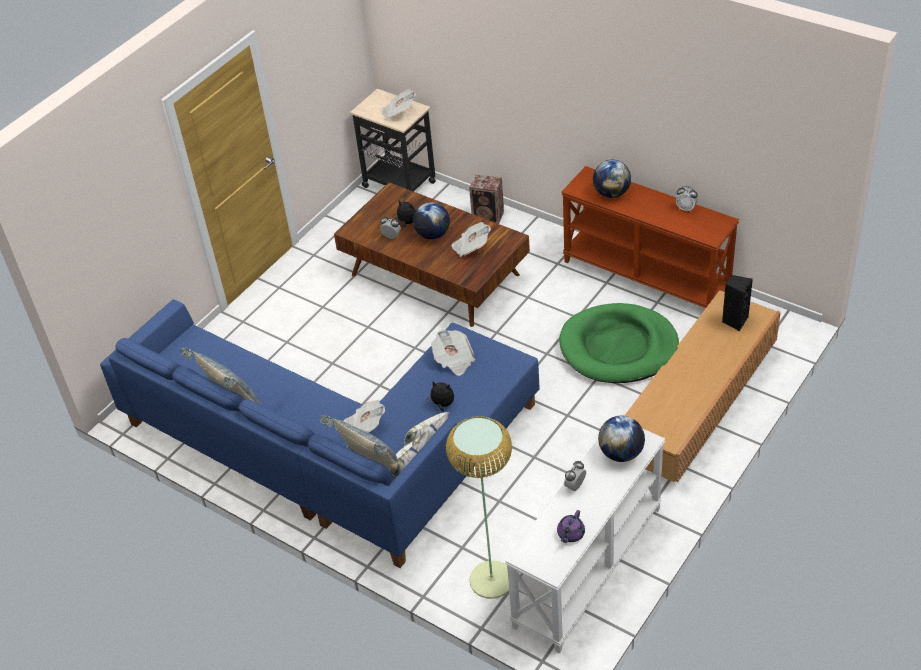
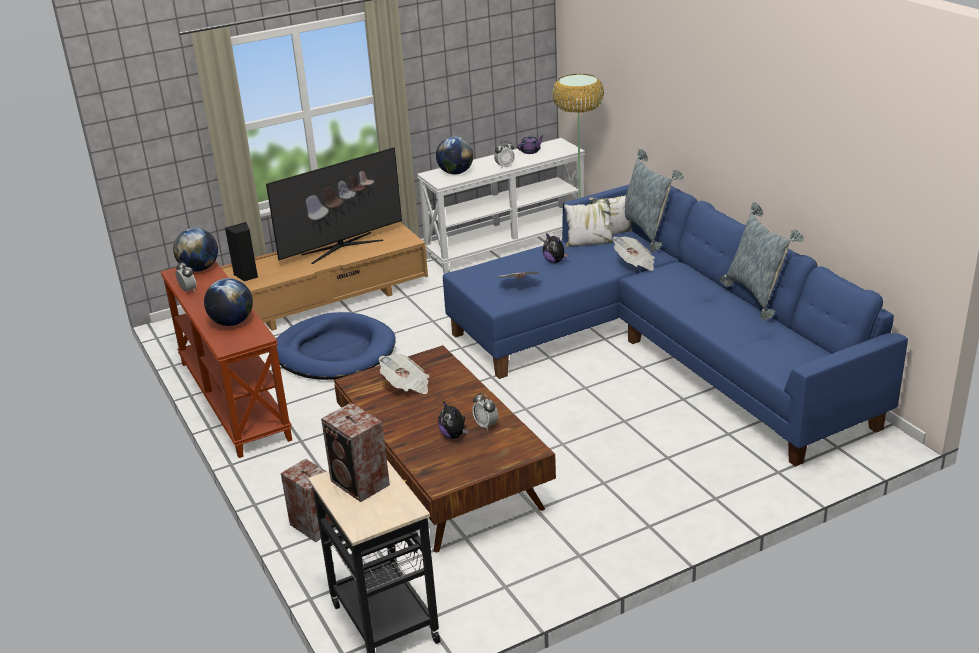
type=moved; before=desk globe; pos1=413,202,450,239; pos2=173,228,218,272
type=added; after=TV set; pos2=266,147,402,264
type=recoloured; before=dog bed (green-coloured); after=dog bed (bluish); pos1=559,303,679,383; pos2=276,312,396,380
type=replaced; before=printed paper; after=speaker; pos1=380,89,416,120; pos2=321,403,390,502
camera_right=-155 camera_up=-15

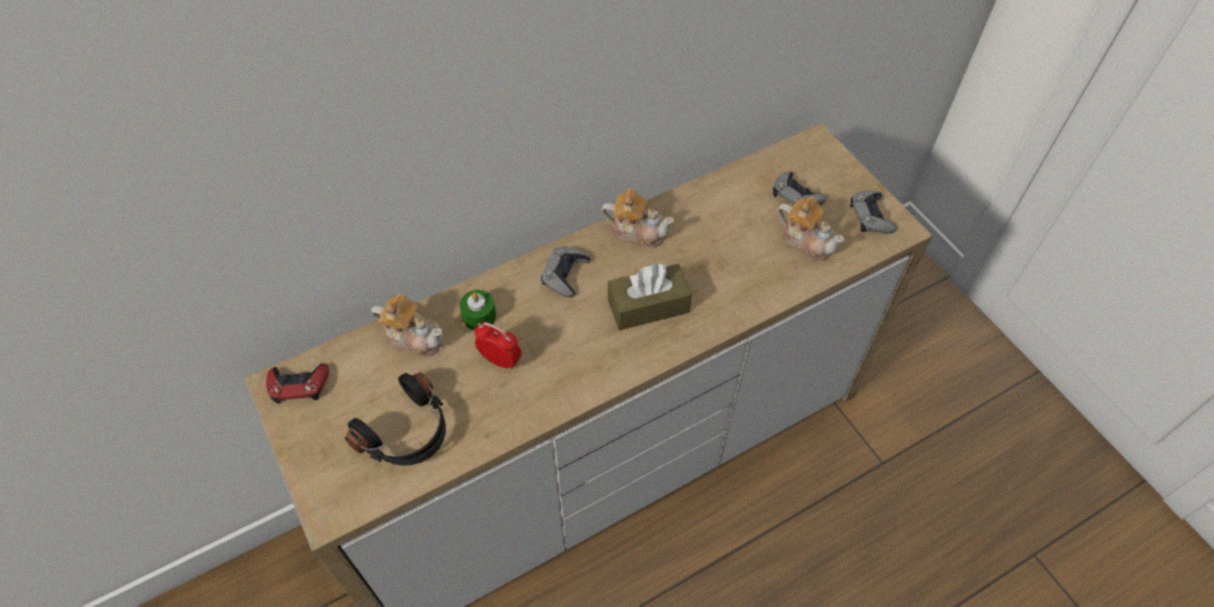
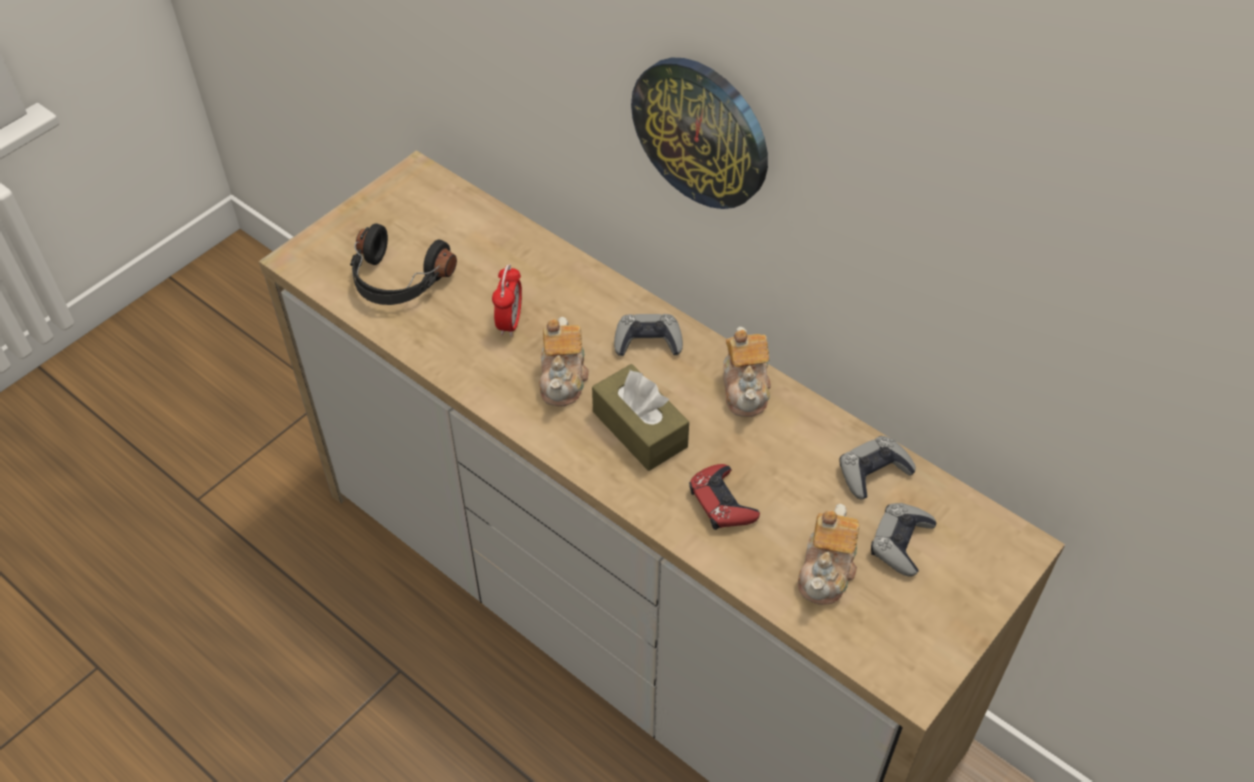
type=moved; before=pot for tea; pos1=371,294,443,357; pos2=539,317,589,406
type=added; after=hanging clock; pos2=631,58,768,209
type=moved; before=game controller (red-coloured); pos1=266,363,329,403; pos2=689,464,760,530
type=moved; before=game controller (greyish); pos1=850,190,897,234; pos2=839,436,916,499
type=removed; before=wax candle (green-coloured); pos1=460,290,496,330
camera_right=70 camera_up=-5

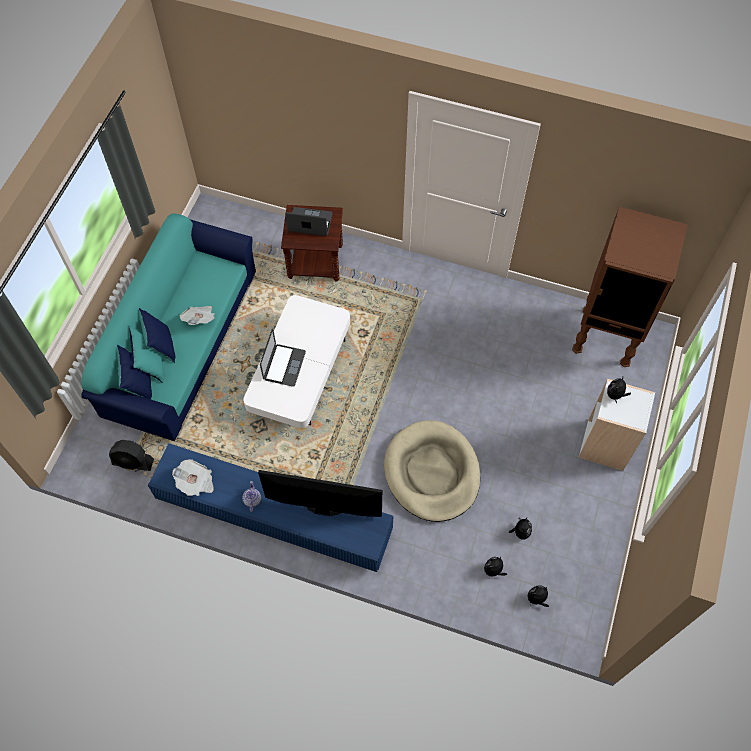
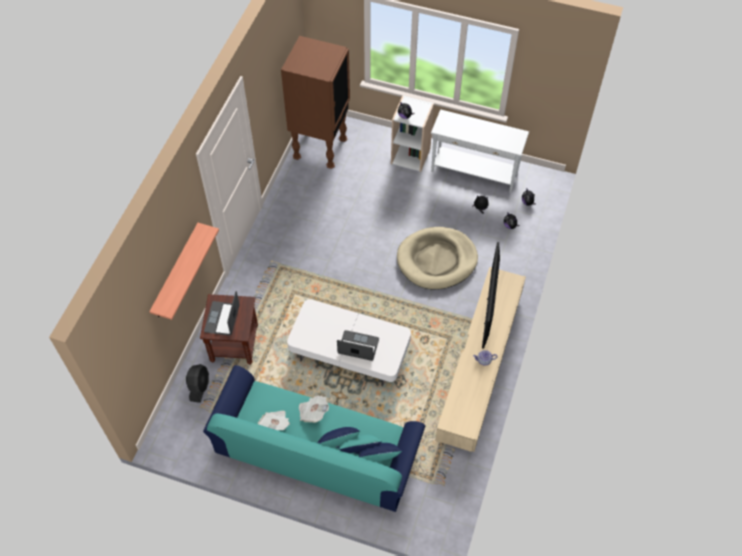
type=added; after=wall shelf; pos2=149,223,219,320
type=moved; before=electric fan (black); pos1=109,440,154,471; pos2=186,364,209,403
type=moved; before=printed paper; pos1=172,459,214,496; pos2=258,411,290,430
type=added; after=narrow table (white); pos2=431,109,529,193
type=recoloured; before=media console (bluish); after=media console (beige-coloured); pos1=148,443,393,572; pos2=435,267,526,452
camera_right=-90 camera_up=-5

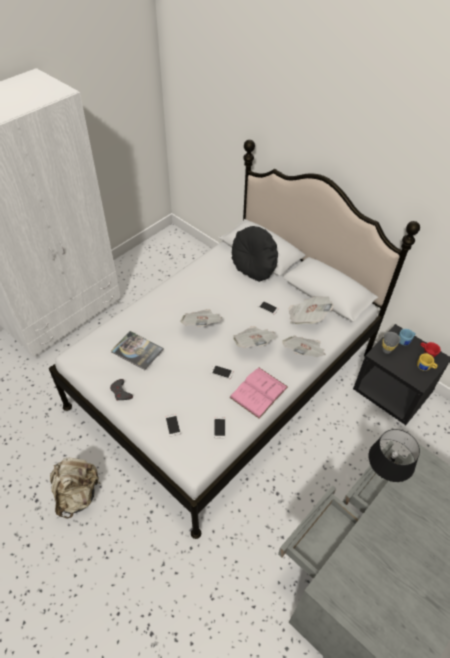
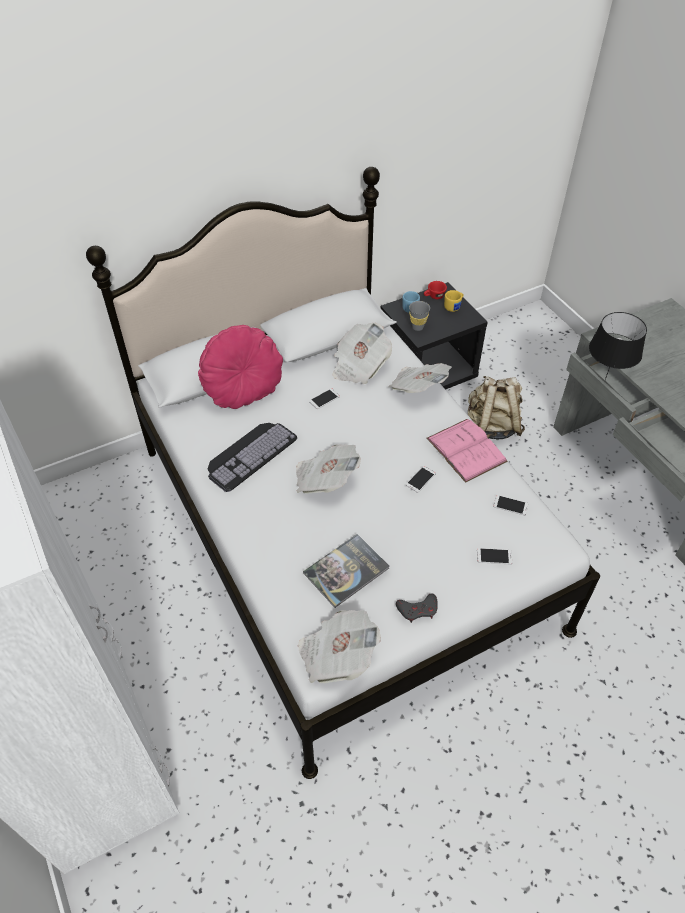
type=recoloured; before=pillow (black); after=pillow (pink); pos1=232,226,278,282; pos2=198,325,283,409
type=added; after=computer keyboard; pos2=207,423,297,492
type=moved; before=printed paper; pos1=233,326,276,348; pos2=298,610,381,683
type=moved; before=rucksack (beige-coloured); pos1=50,458,100,519; pos2=468,376,525,439
camera_right=-70 camera_up=0

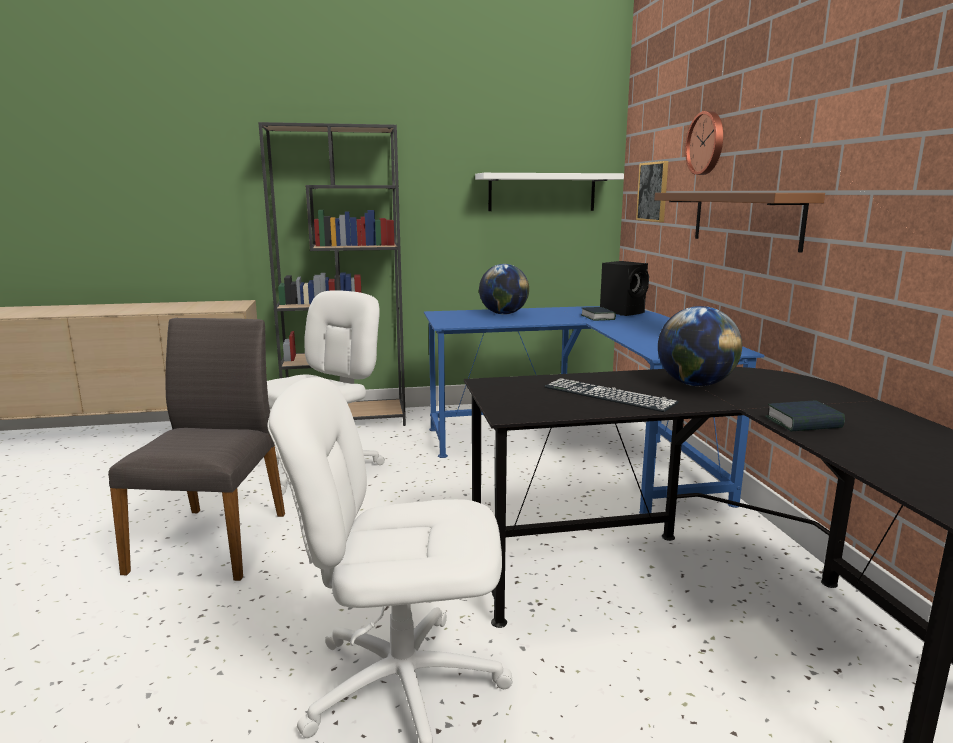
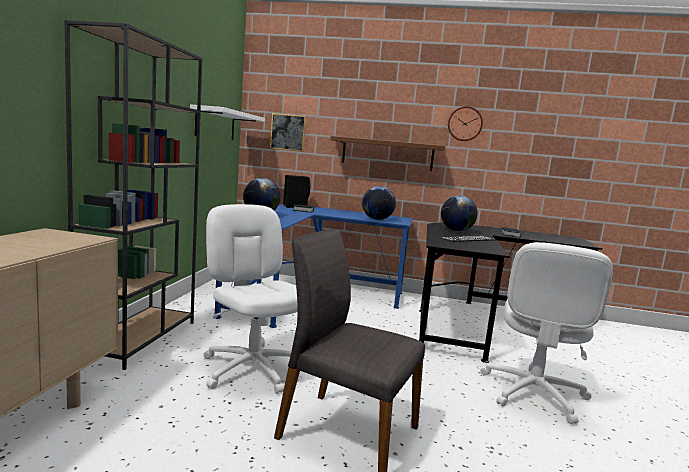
type=added; after=desk globe; pos2=362,186,396,220
type=moved; before=hanging clock; pos1=685,111,723,175; pos2=448,106,483,141
camera_right=-70 camera_up=-5

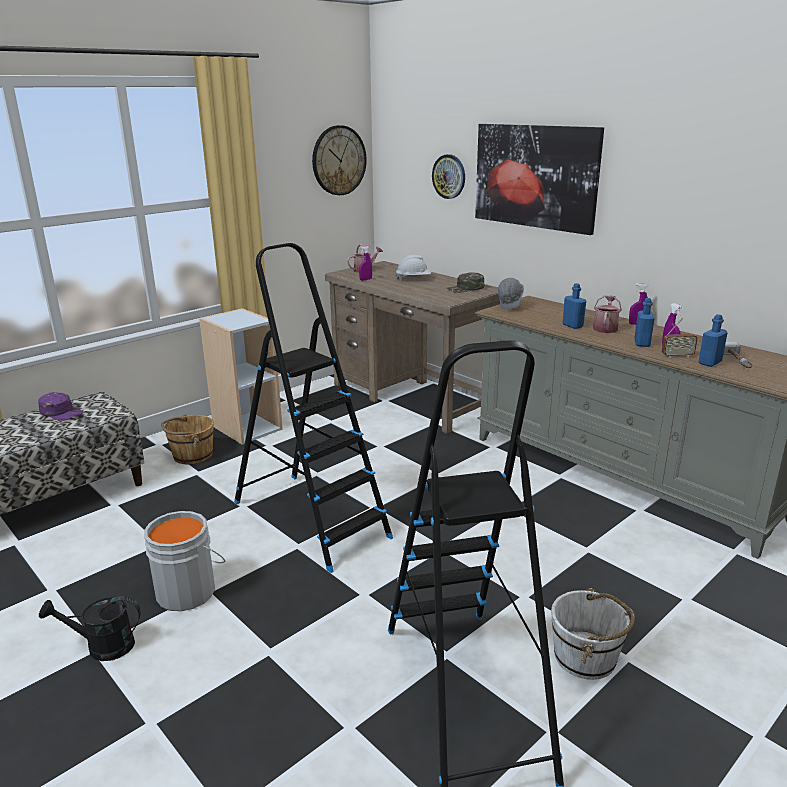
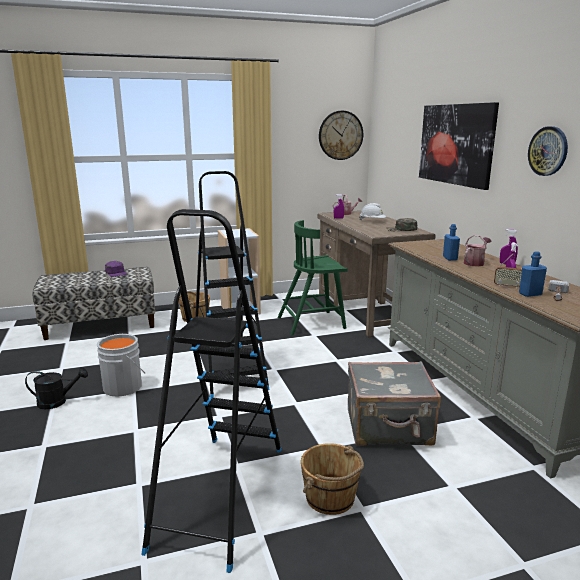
type=turned; before=sprinkling can (black); pos1=39,596,141,661; pos2=25,367,88,409; turn=150
type=added; after=plain chair (green-coloured); pos2=278,220,348,335
type=recoloured; before=water bucket (white); after=water bucket (brown-coloured); pos1=551,588,635,680; pos2=301,443,364,515
type=added; after=piece of luggage (greyish); pos2=348,361,441,446
type=moved; before=hanging clock; pos1=432,154,465,199; pos2=528,126,568,176
type=removed; before=work helmet (greyish); pos1=498,278,524,309
type=removed; before=bottle (bluish); pos1=634,298,654,347
camera_right=25 camera_up=-5

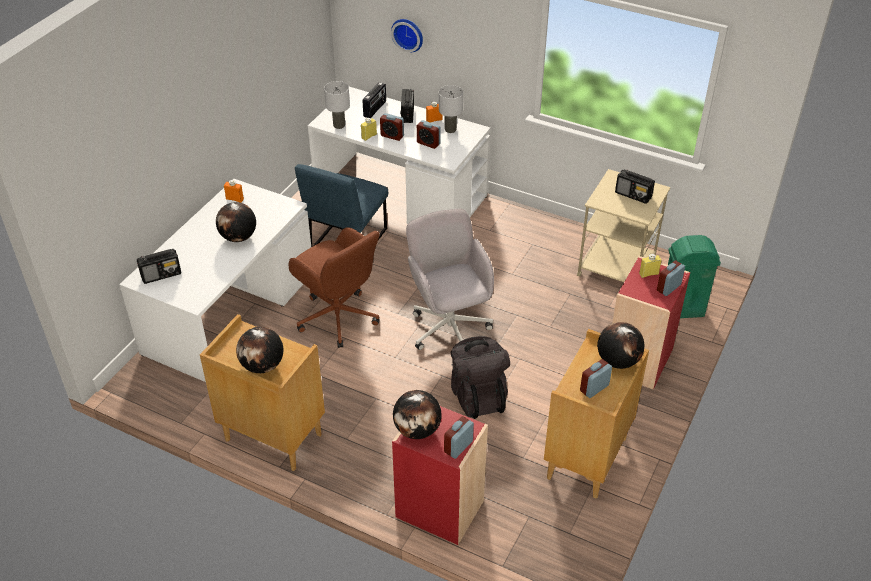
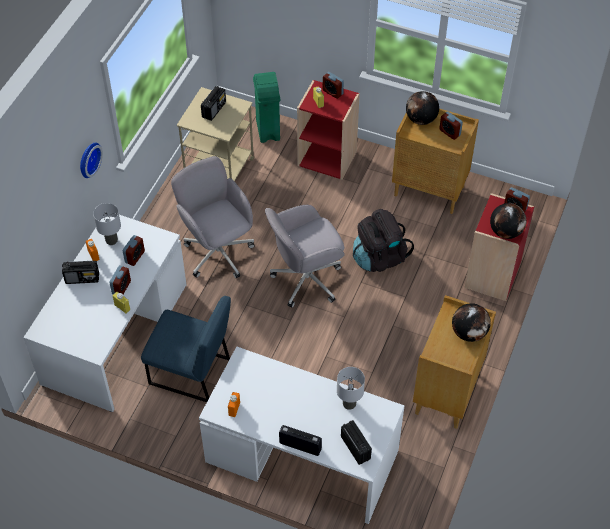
type=moved; before=hanging clock; pos1=391,19,423,52; pos2=80,143,103,178
type=added; after=computer chair (greyish); pos2=171,156,255,278
type=moved; before=radio receiver; pos1=363,82,386,118; pos2=279,425,322,456
type=moved; before=tabletop lamp (white); pos1=324,81,350,129; pos2=337,367,365,410
type=removed; before=desk globe; pos1=216,202,256,242
type=removed; before=computer chair (brown-coloured); pos1=289,227,380,348
camera_right=-95 camera_up=10

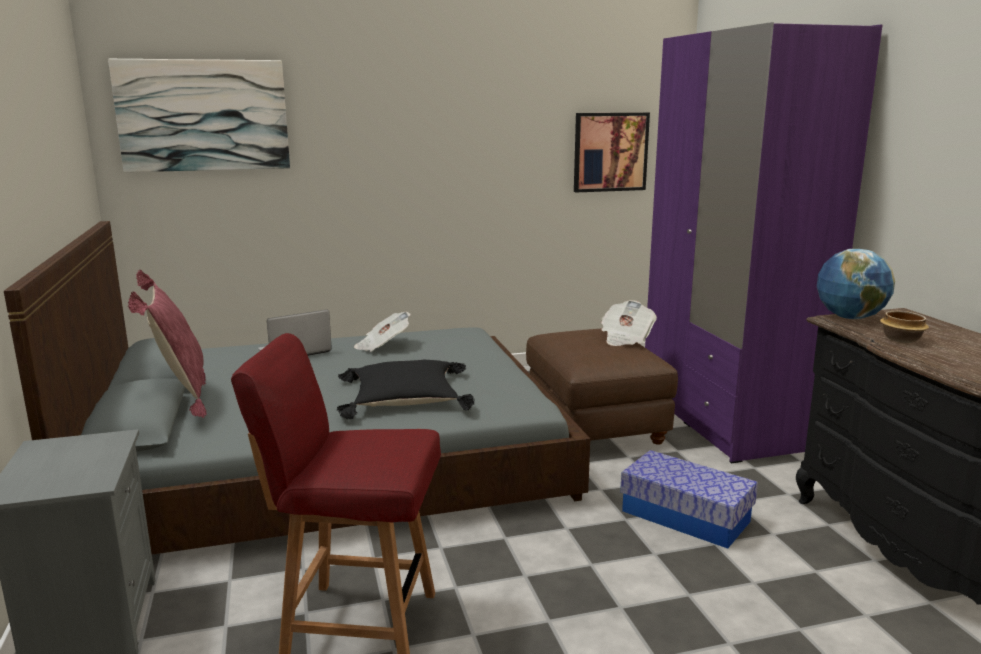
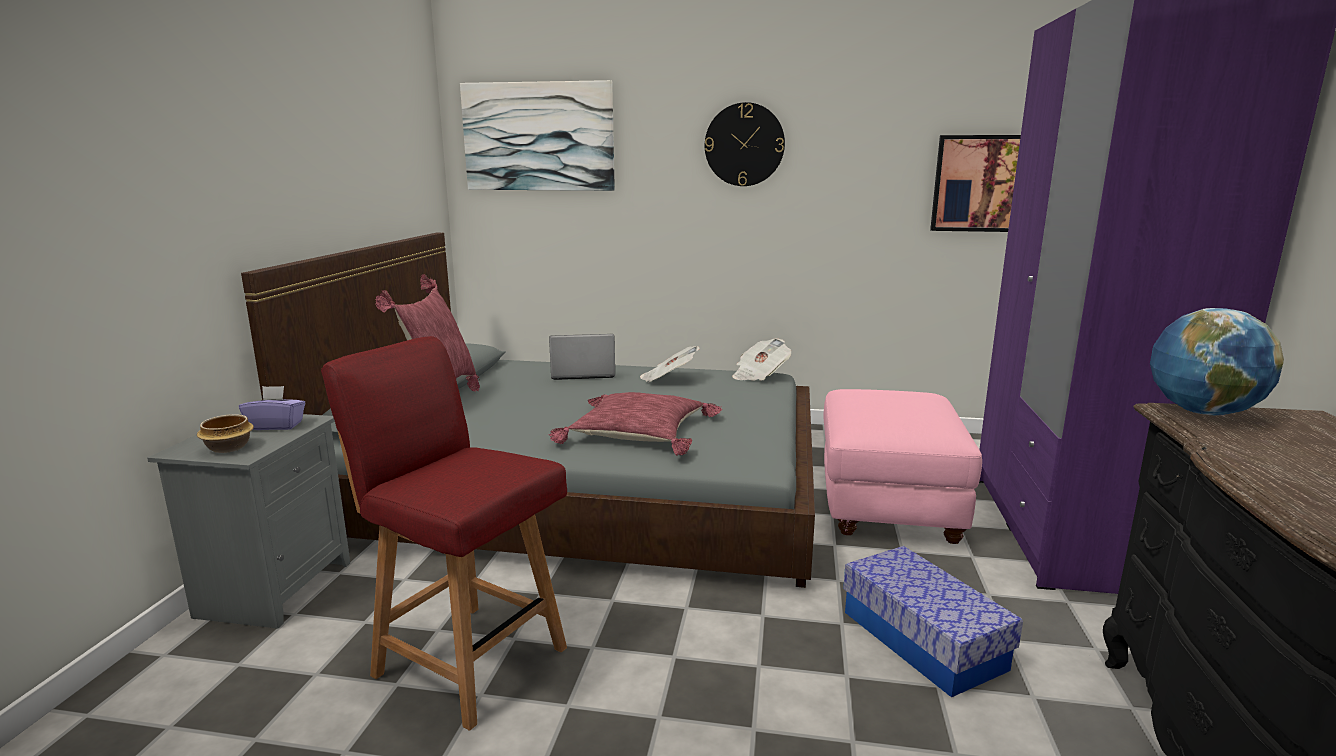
type=moved; before=bowl; pos1=880,311,929,343; pos2=197,414,254,453
type=added; after=tissue holder (purple-coloured); pos2=239,386,305,430
type=recoloured; before=pillow (black); after=pillow (red-coloured); pos1=337,360,474,420; pos2=548,392,722,456
type=added; after=hanging clock; pos2=705,102,785,186
type=moved; before=printed paper; pos1=601,300,657,346; pos2=732,338,791,381
type=recoloured; before=ottoman (brown-coloured); after=ottoman (pink); pos1=526,328,678,445; pos2=824,389,982,544
camera_right=25 camera_up=0

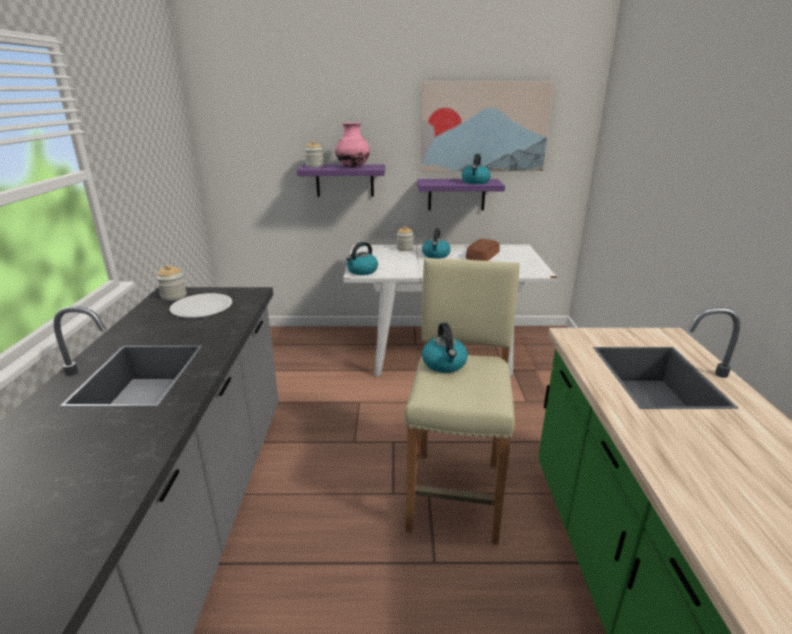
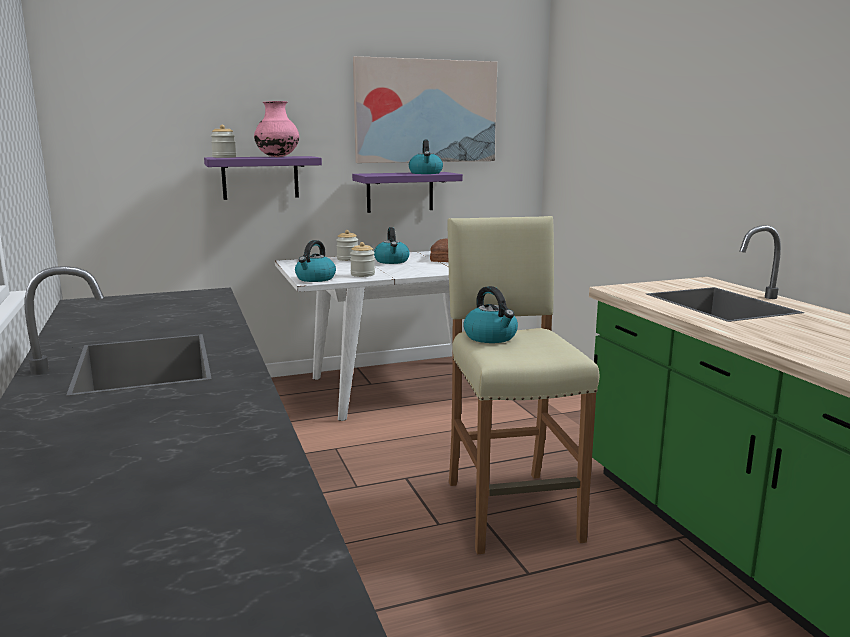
type=moved; before=preserve jar; pos1=156,265,187,301; pos2=350,242,375,277
type=removed; before=dinner plate (white); pos1=170,293,232,318
camera_right=-20 camera_up=-10

